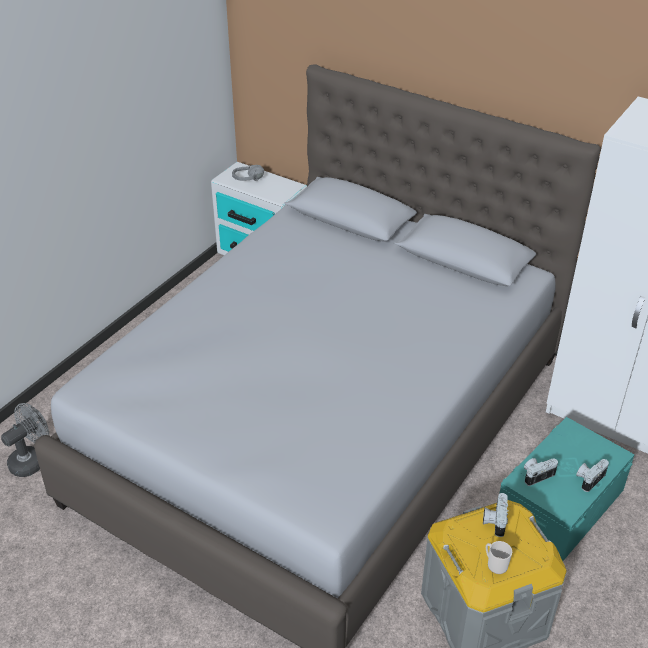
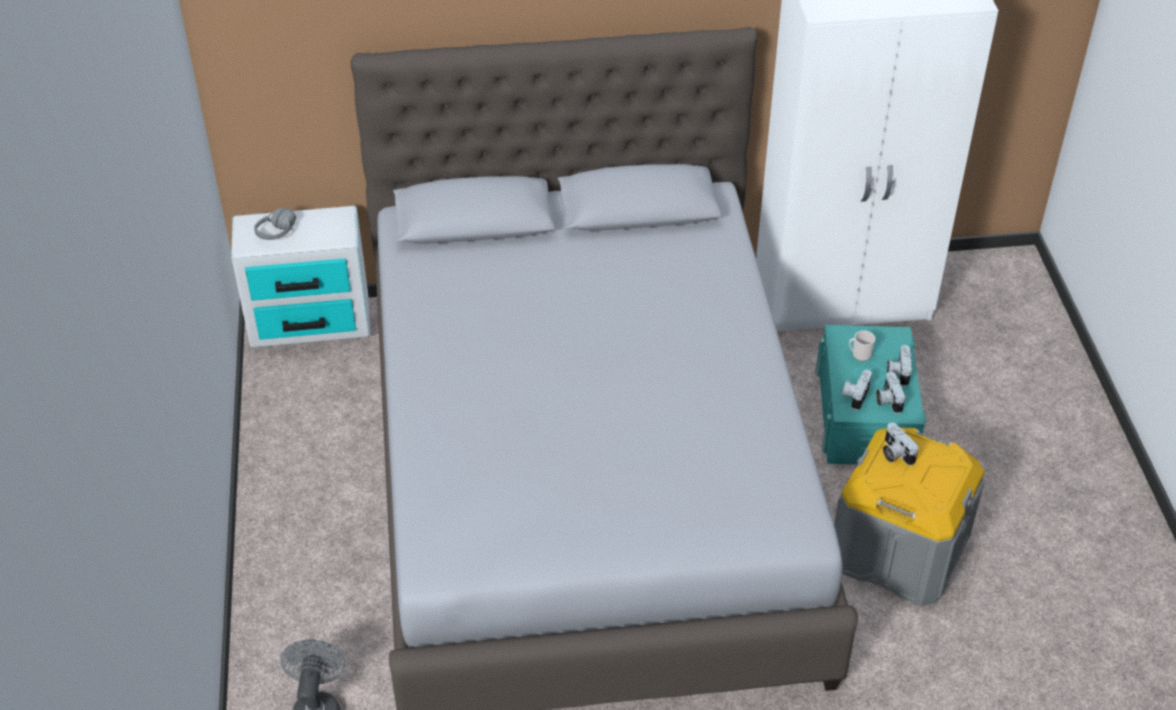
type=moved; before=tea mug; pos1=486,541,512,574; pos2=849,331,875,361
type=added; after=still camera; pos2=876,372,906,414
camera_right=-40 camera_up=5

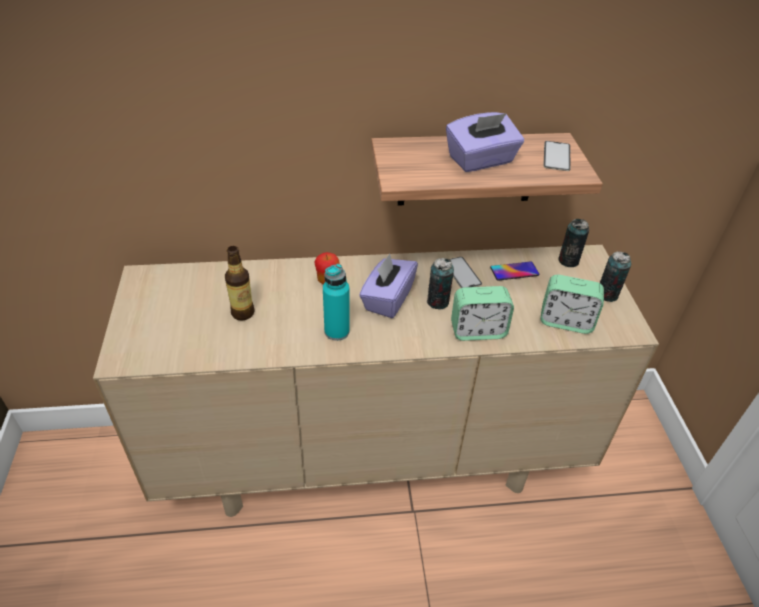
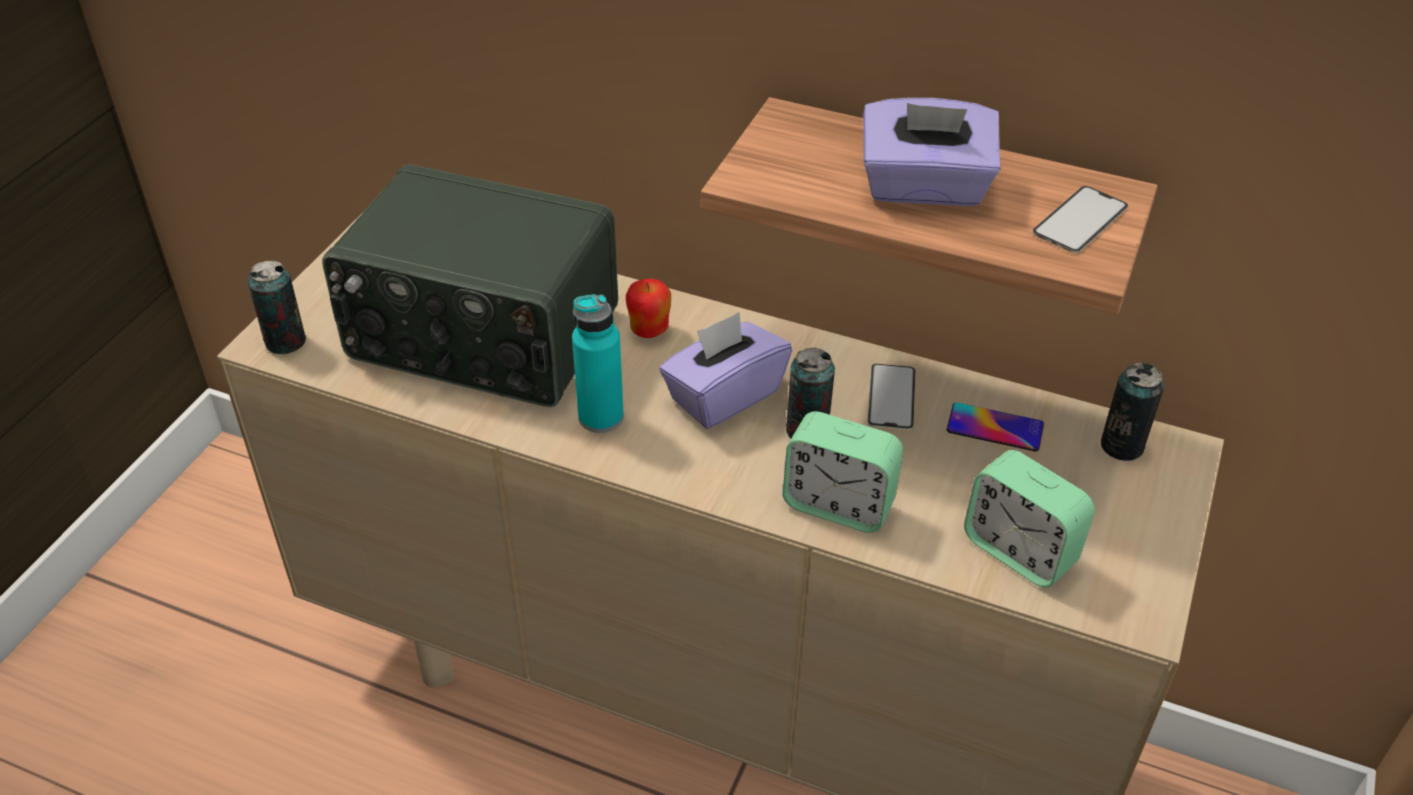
type=moved; before=sealed can; pos1=600,251,631,302; pos2=248,261,306,354
type=replaced; before=bottle; after=radio receiver; pos1=225,246,255,321; pos2=322,164,618,407
camera_right=30 camera_up=0

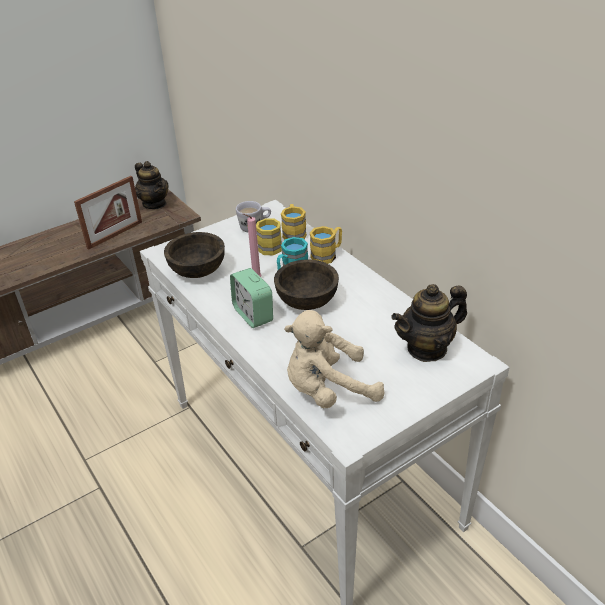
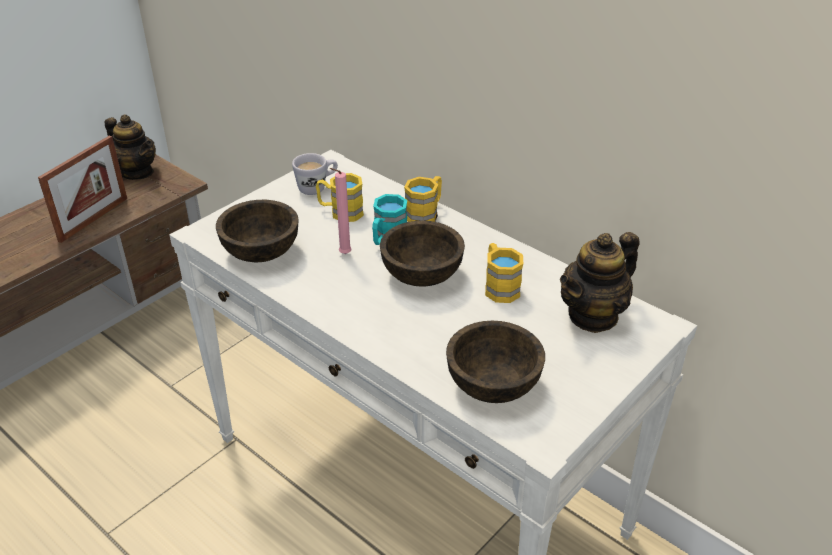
type=replaced; before=plush toy (beige-coloured); after=bowl (brown-coloured); pos1=284,310,384,408; pos2=446,321,545,403
type=moved; before=tea mug (yellow); pos1=281,204,307,240; pos2=485,243,523,303
type=removed; before=table clock; pos1=230,268,273,328
camera_right=-15 camera_up=0

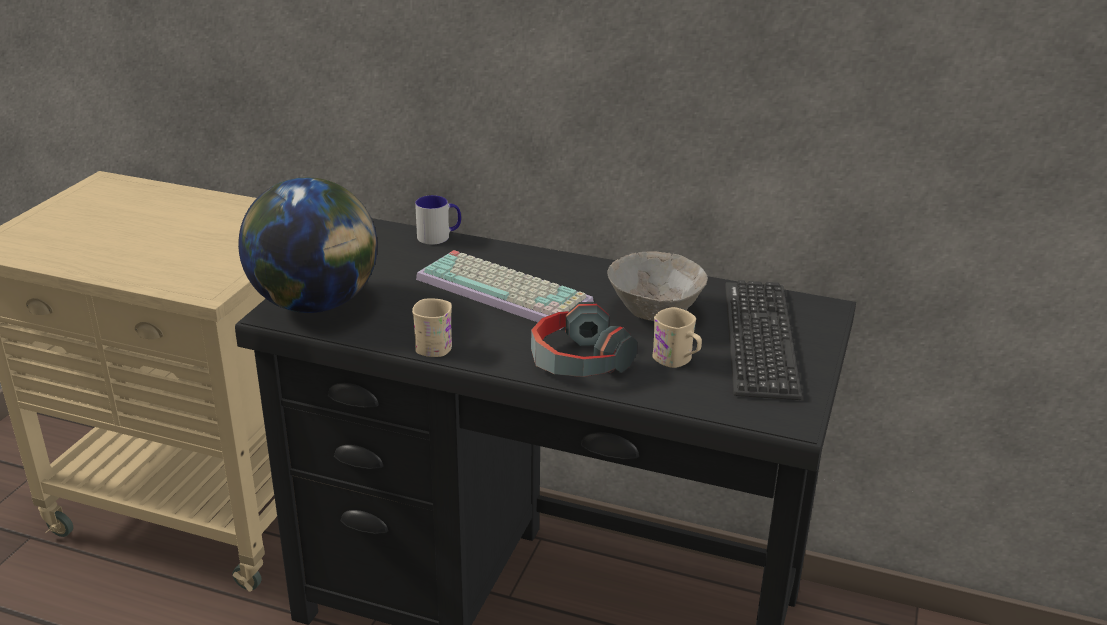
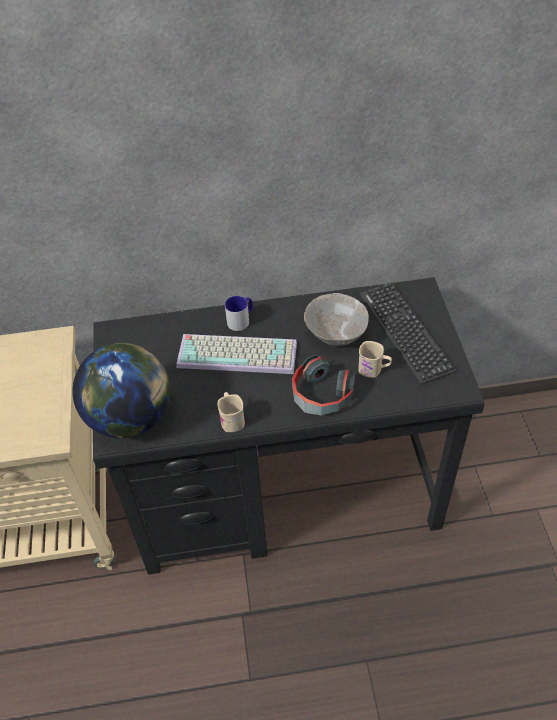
type=moved; before=tea mug; pos1=415,195,461,245; pos2=225,296,253,331
camera_right=-25 camera_up=20

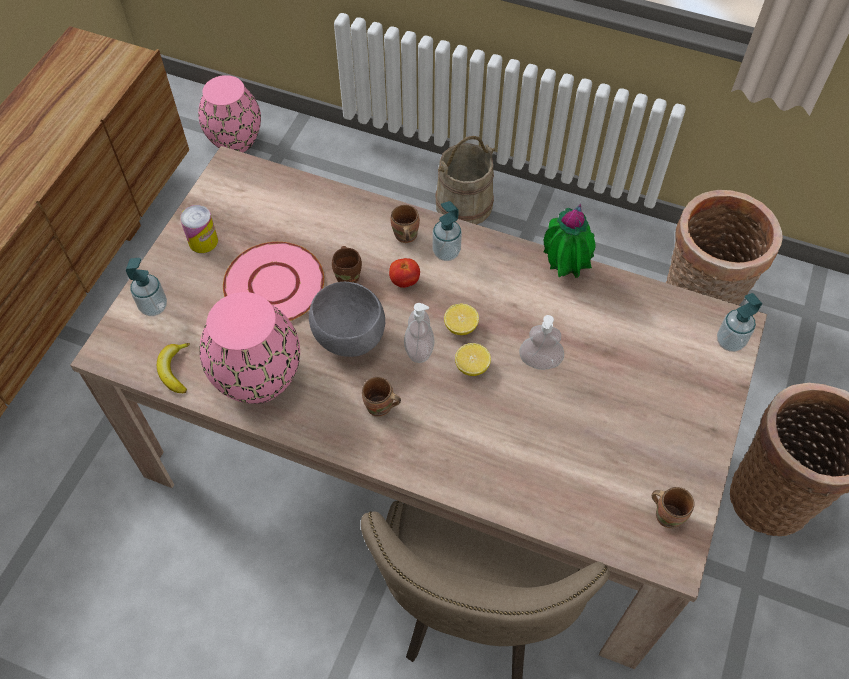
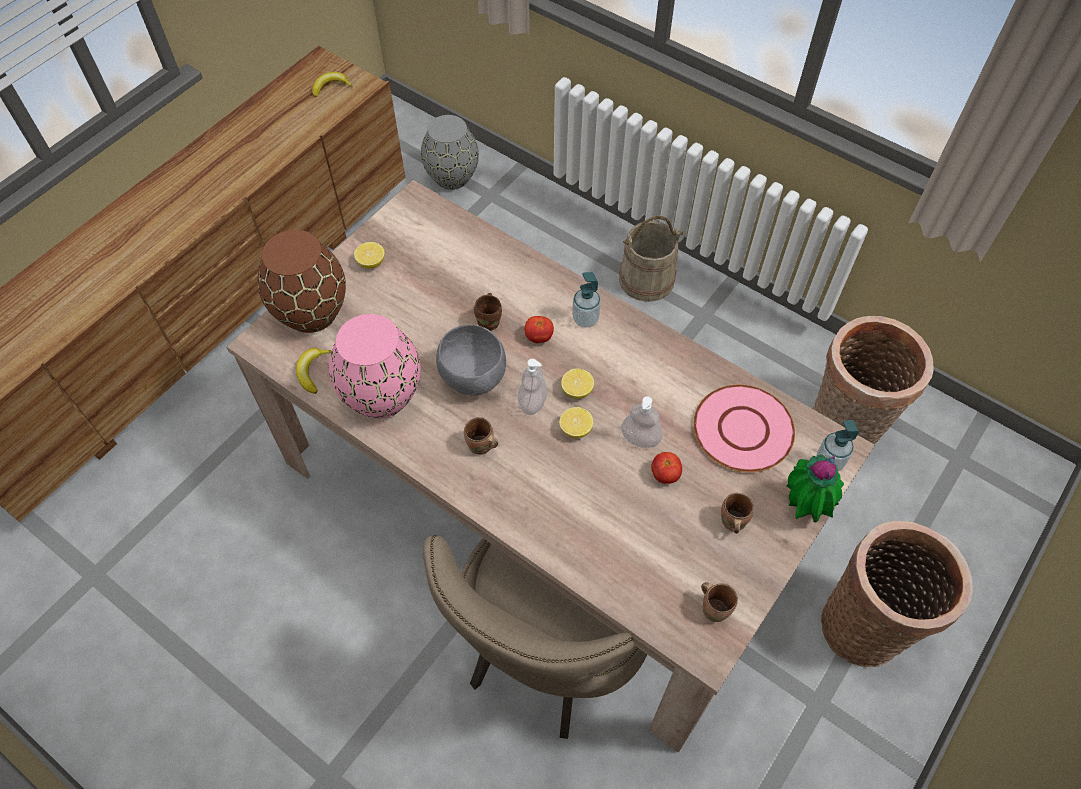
type=replaced; before=soap dispenser; after=vase (brown-coloured); pos1=126,258,167,316; pos2=258,230,346,333
type=added; after=banana fruit; pos2=312,72,353,97
type=replaced; before=sealed can; after=citrus fruit; pos1=180,205,218,253; pos2=354,242,385,269
type=recoloured; before=vase (pink); after=vase (greyish); pos1=198,75,261,152; pos2=421,115,479,190
type=added; after=tomato; pos2=651,452,682,484
type=moved; before=dinner plate (pink); pos1=223,242,324,321; pos2=693,385,795,472
type=moved; before=tea mug (brown-coloured); pos1=391,205,420,243; pos2=721,493,754,533
type=moved; before=houseplant; pos1=544,204,596,278; pos2=786,454,844,522
camera_right=15 camera_up=0

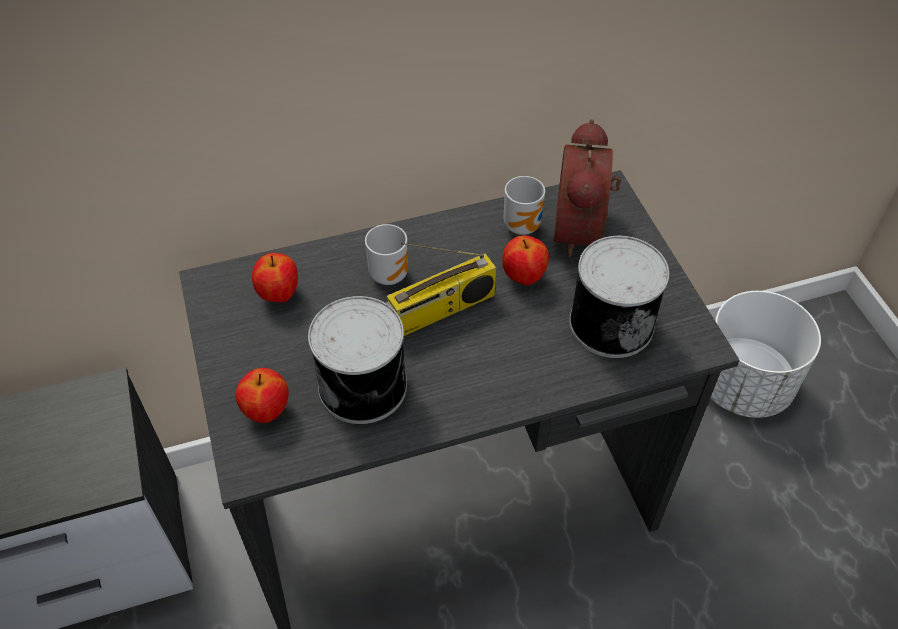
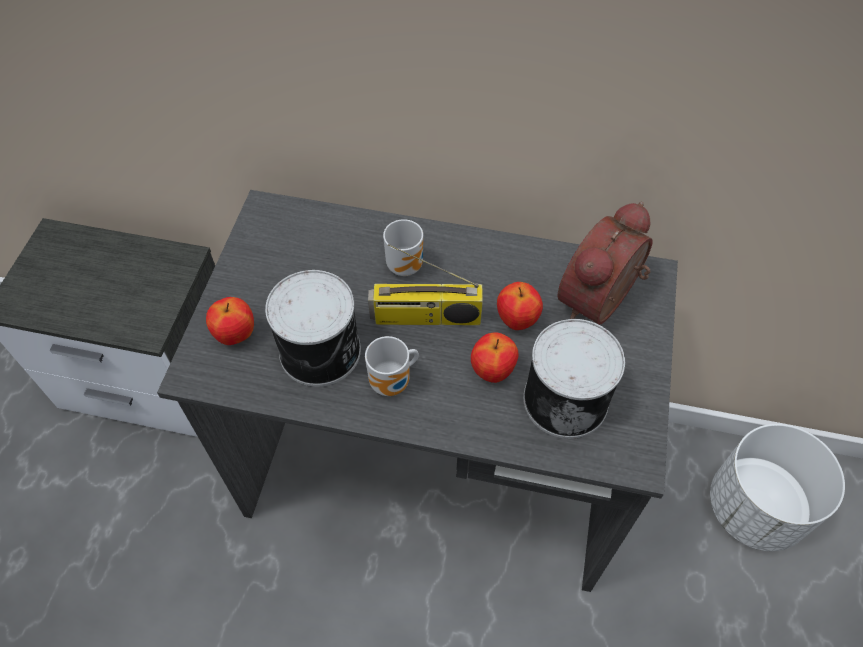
type=moved; before=tea mug; pos1=504,176,545,235; pos2=365,336,419,396
type=moved; before=apple fruit; pos1=252,253,298,302; pos2=471,332,518,383
camera_right=30 camera_up=5

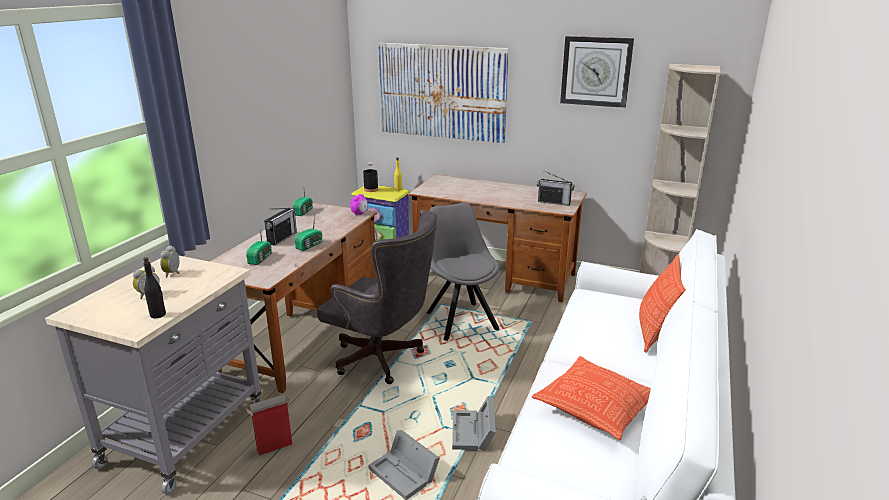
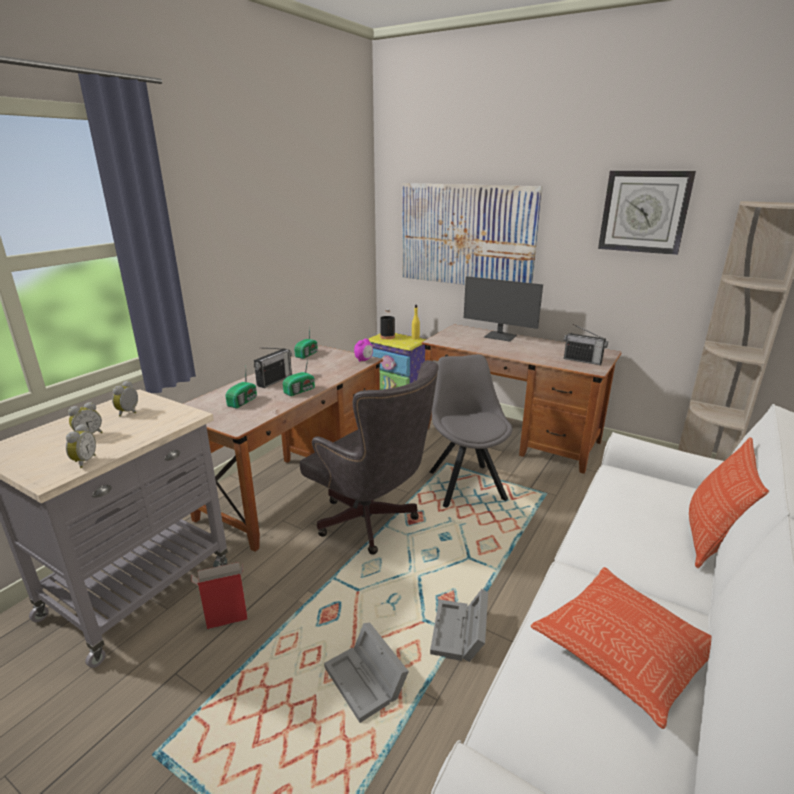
type=replaced; before=bottle (black); after=table clock; pos1=143,257,166,318; pos2=66,424,96,468
type=added; after=computer screen; pos2=464,276,543,342
camera_right=10 camera_up=0

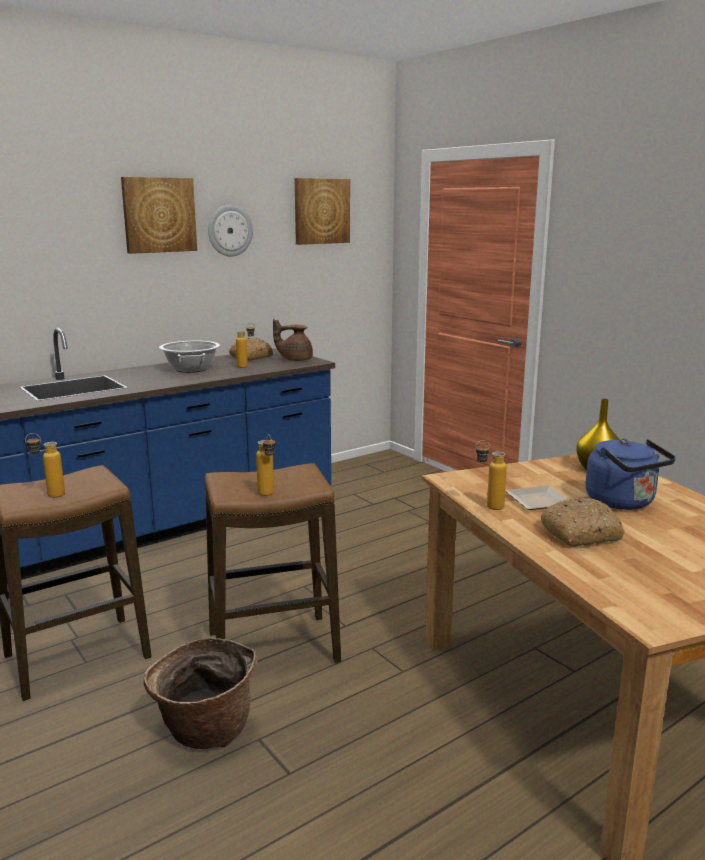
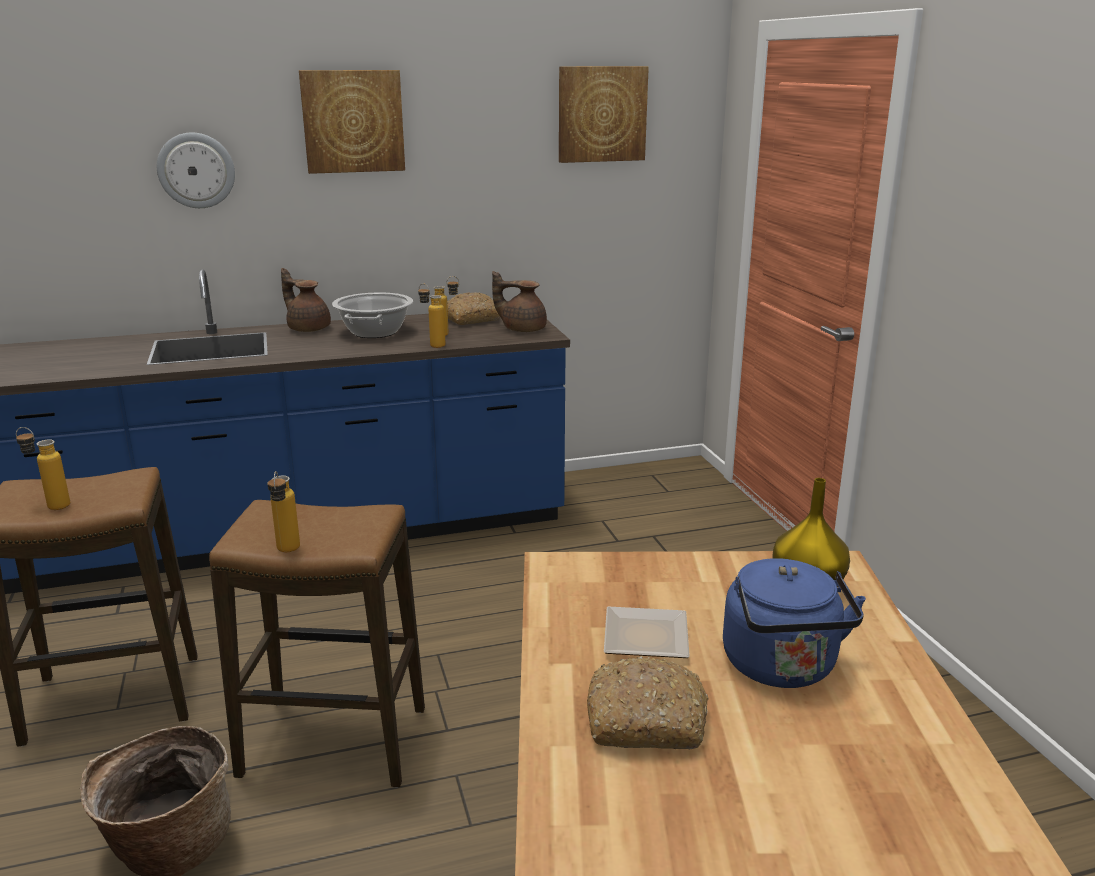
type=moved; before=hanging clock; pos1=208,205,253,256; pos2=157,133,235,208
type=added; after=pot for tea (brown-coloured); pos2=281,268,331,332
type=moved; before=bottle; pos1=475,440,507,510; pos2=418,283,445,348
camera_right=20 camera_up=5

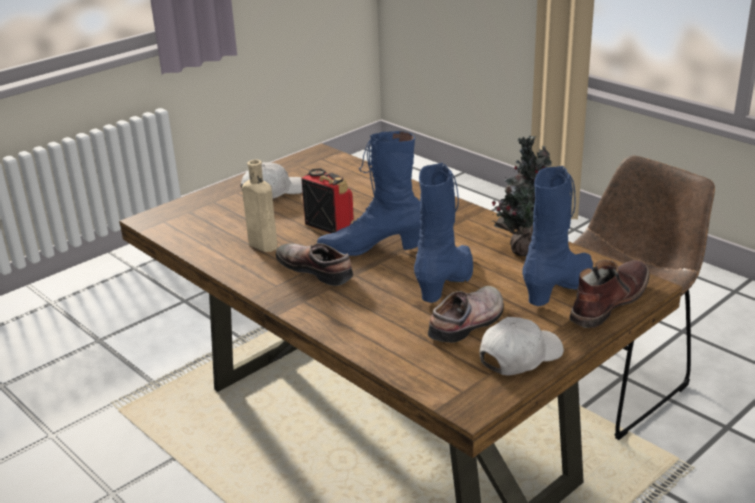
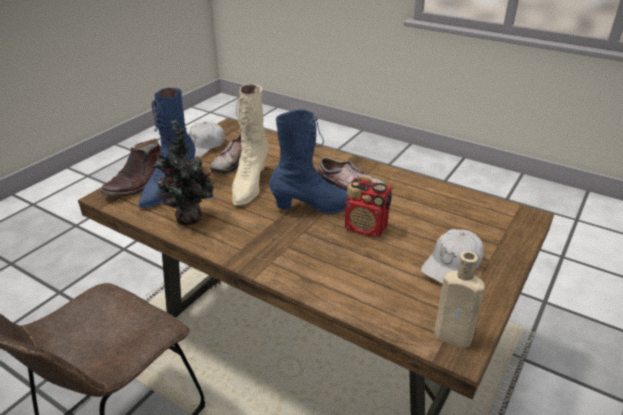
type=recoloured; before=boot (bluish); after=boot (beige-coloured); pos1=414,162,473,303; pos2=232,84,269,205
type=moved; before=bottle (beige-coloured); pos1=242,159,277,252; pos2=434,251,485,348
camera_right=165 camera_up=5

